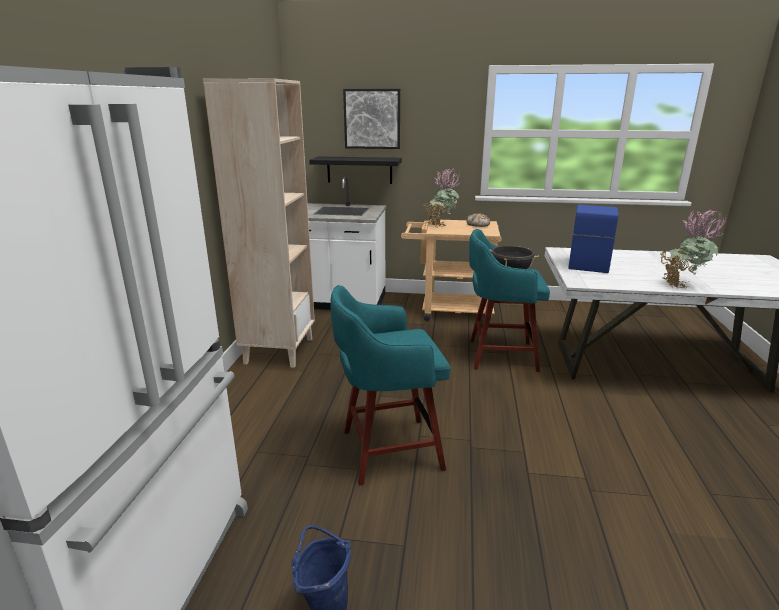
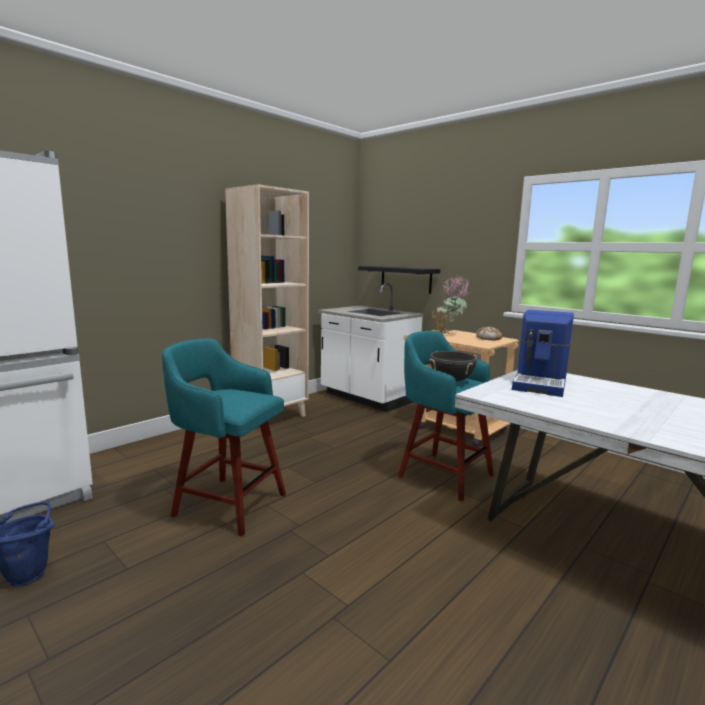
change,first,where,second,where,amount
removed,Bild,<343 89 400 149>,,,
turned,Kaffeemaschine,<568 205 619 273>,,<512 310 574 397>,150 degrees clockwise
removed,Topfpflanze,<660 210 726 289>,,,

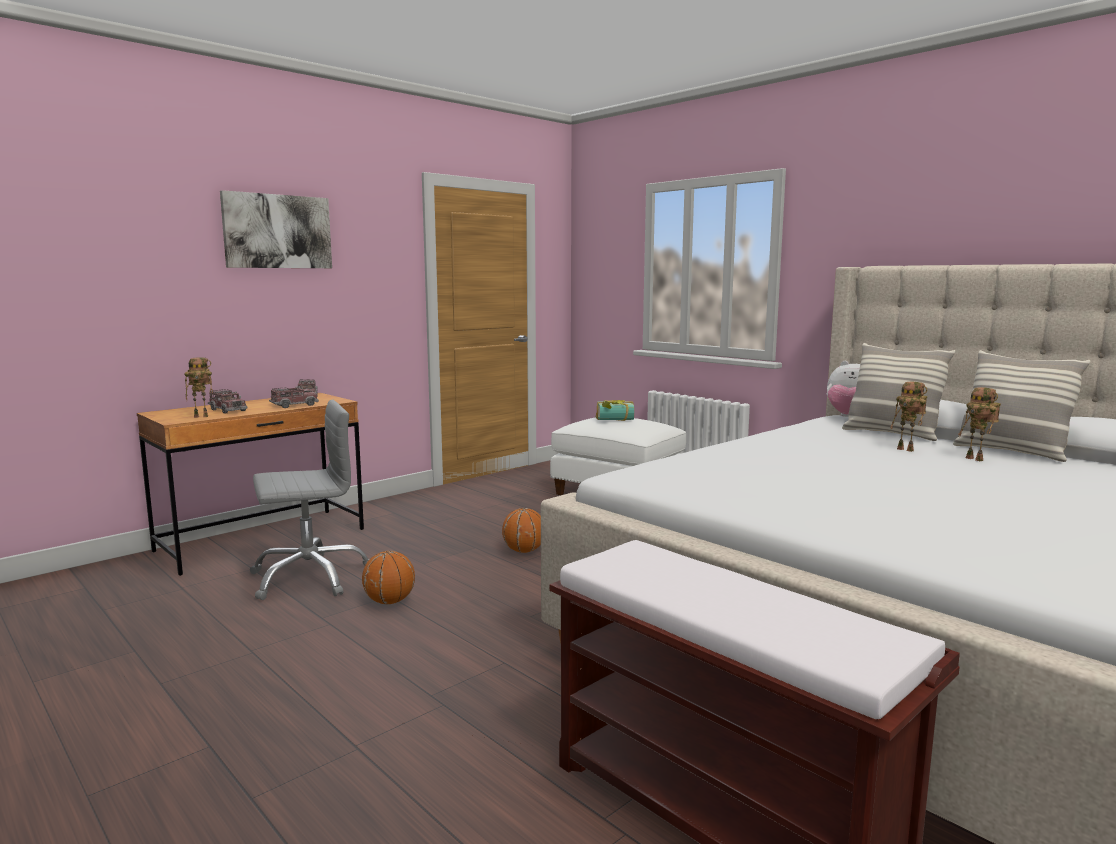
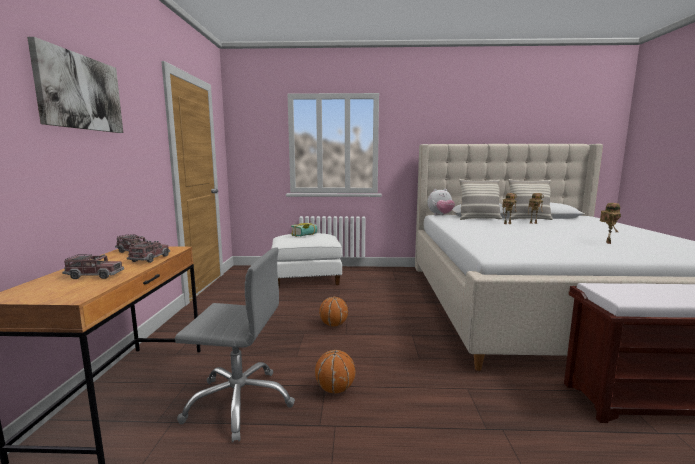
change,first,where,second,where,amount
moved,Spielzeugroboter,<185 357 213 418>,,<600 203 621 244>,
turned,Bürostuhl (grau),<250 400 369 600>,,<175 248 295 443>,75 degrees clockwise

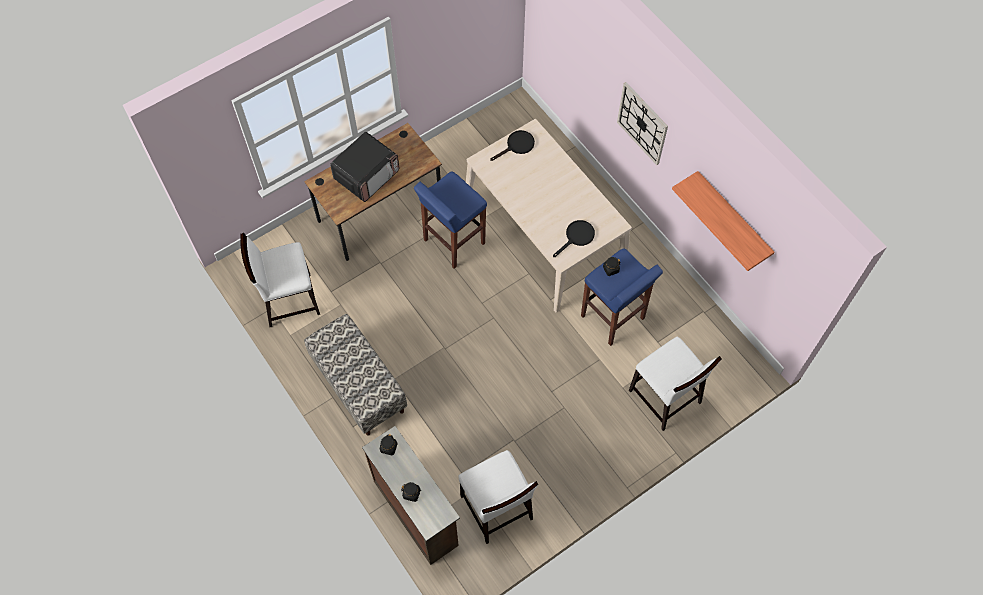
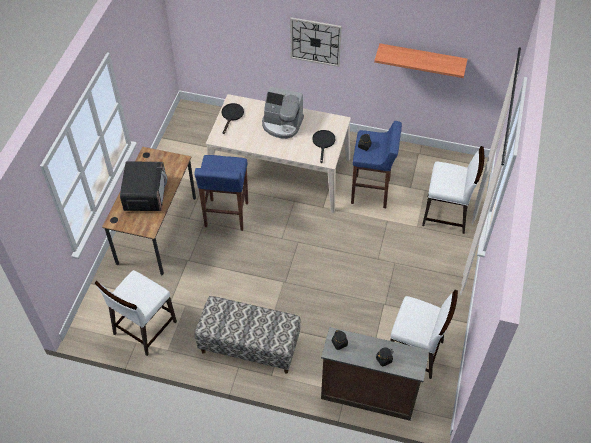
change,first,where,second,where,amount
added,,,Kaffeemaschine,<262 86 304 139>,

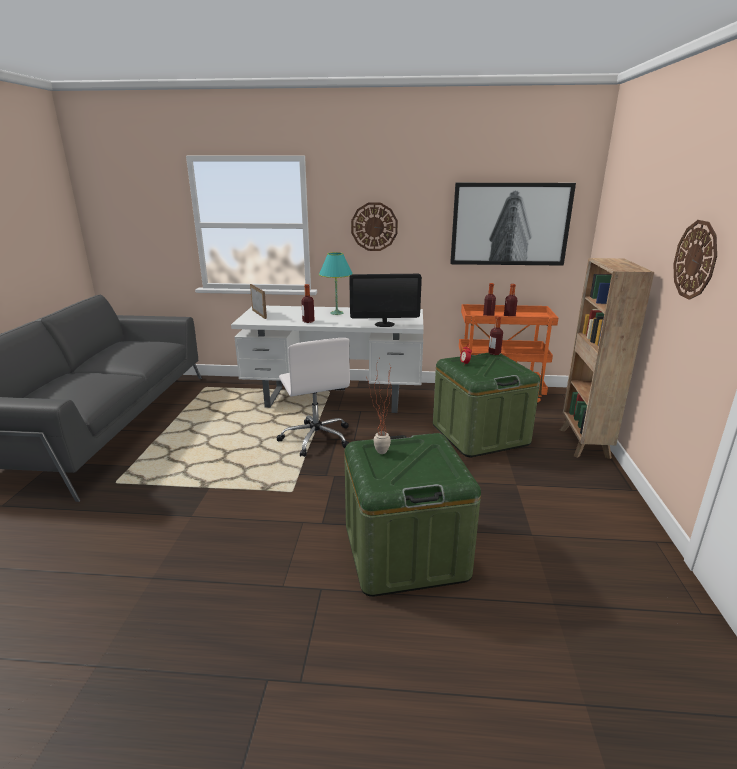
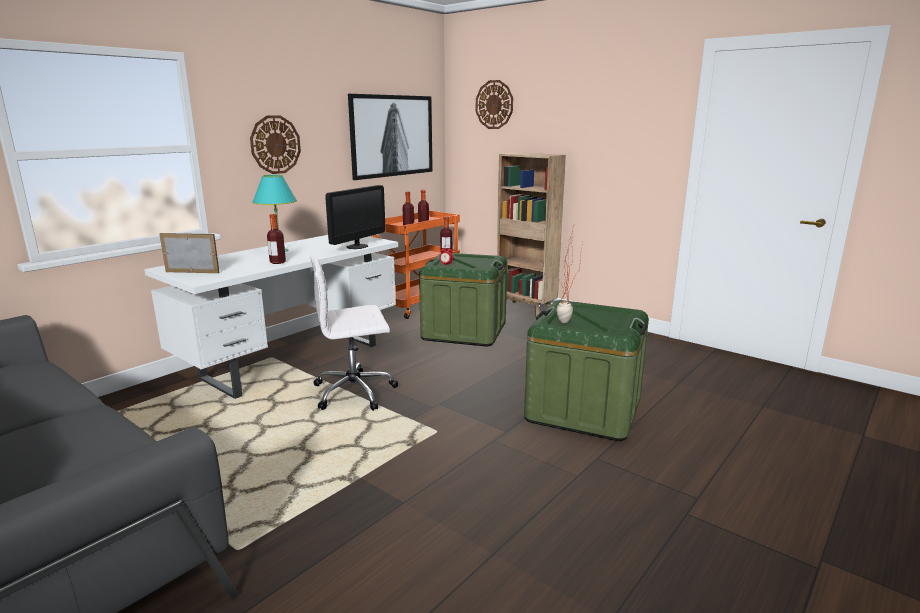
change,first,where,second,where,amount
moved,Wanduhr,<673 220 717 299>,,<476 80 513 129>,
turned,Bürostuhl (weiß),<276 338 350 457>,,<310 256 398 411>,150 degrees clockwise

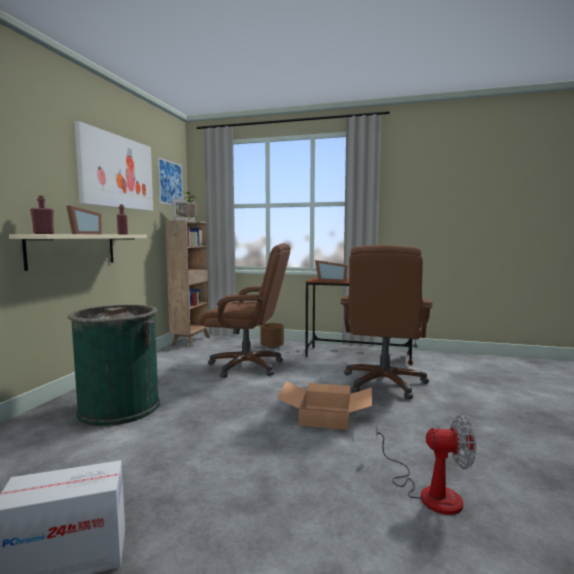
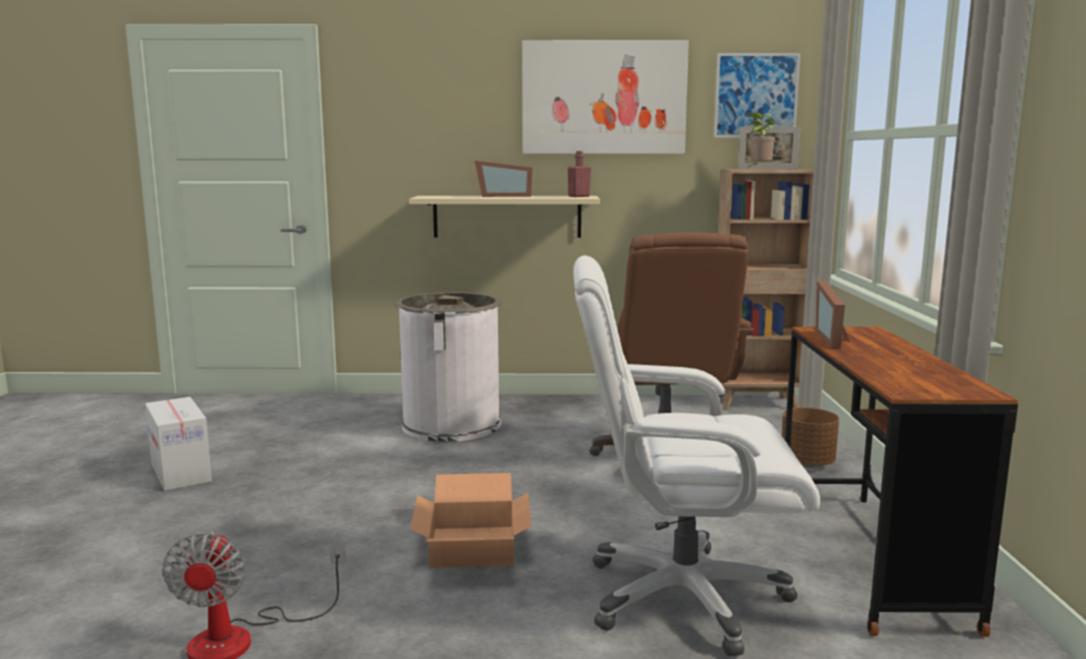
change,first,where,second,where,amount
removed,Flasche (rot),<30 195 54 234>,,,
recoloured,Bürostuhl (braun),<340 245 432 399>,Bürostuhl (weiß),<573 255 820 657>,
recoloured,Mülleimer (grün),<68 305 160 426>,Mülleimer (weiß),<395 292 502 442>,

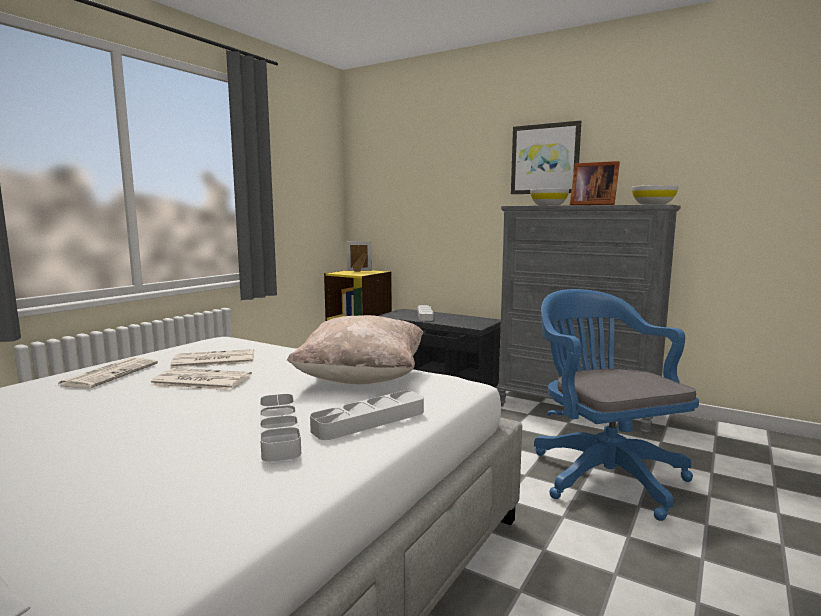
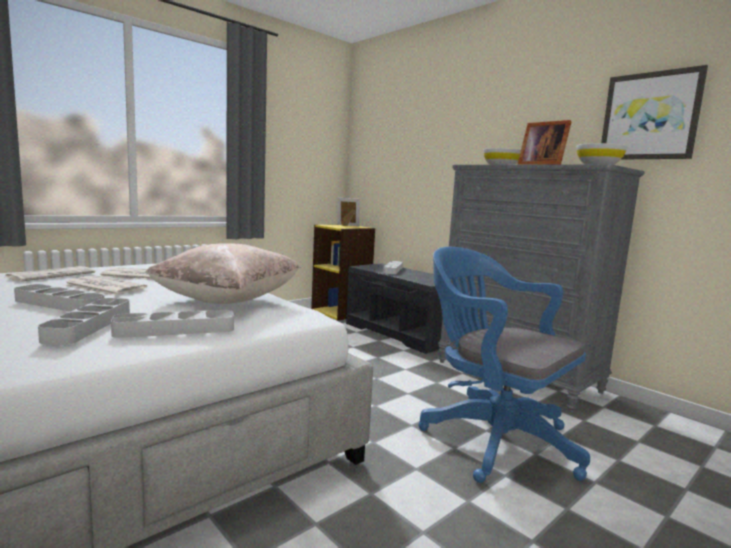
change,first,where,second,where,amount
moved,Bild,<511 120 581 194>,,<601 65 708 159>,
turned,Bürostuhl (blau),<534 289 699 521>,,<418 247 590 483>,45 degrees counterclockwise
added,,,Tablett (grau),<14 284 104 312>,

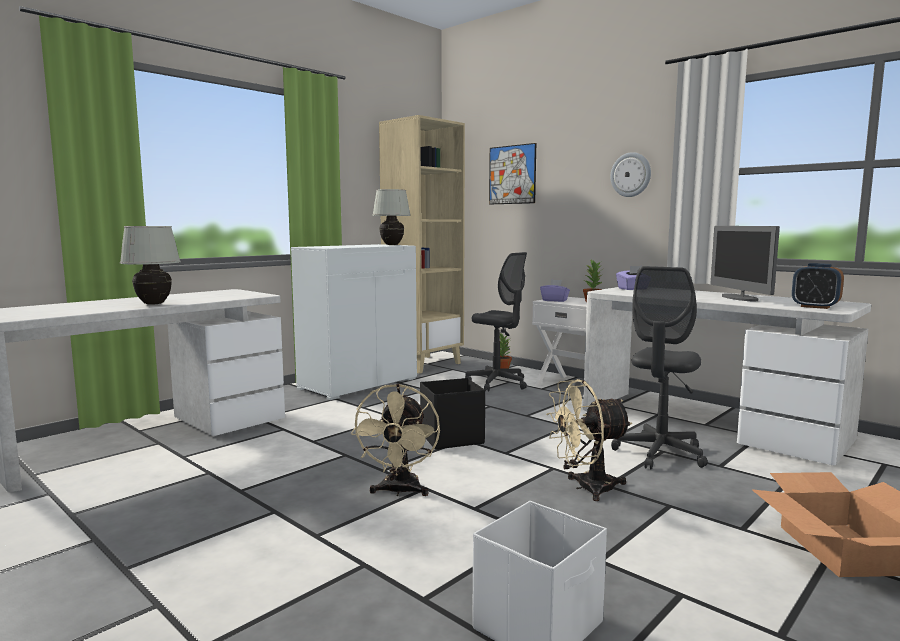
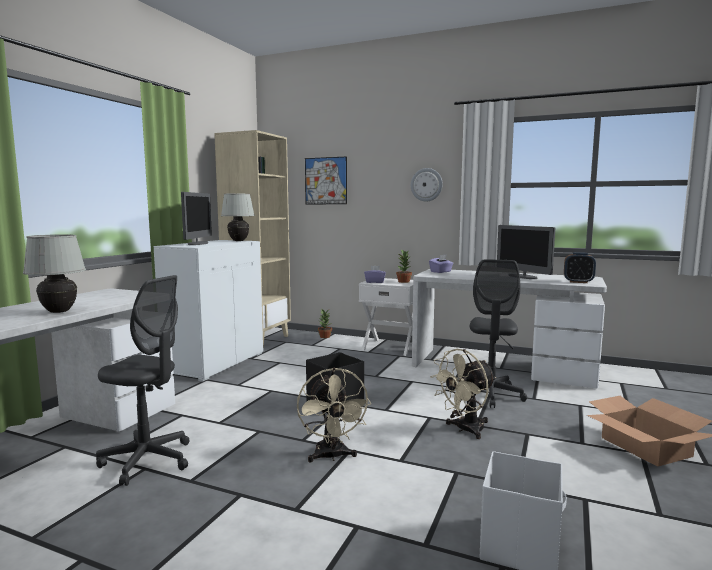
change,first,where,second,where,amount
moved,Bürostuhl (grau),<465 252 527 392>,,<96 275 189 486>,
added,,,Monitor,<181 192 212 245>,

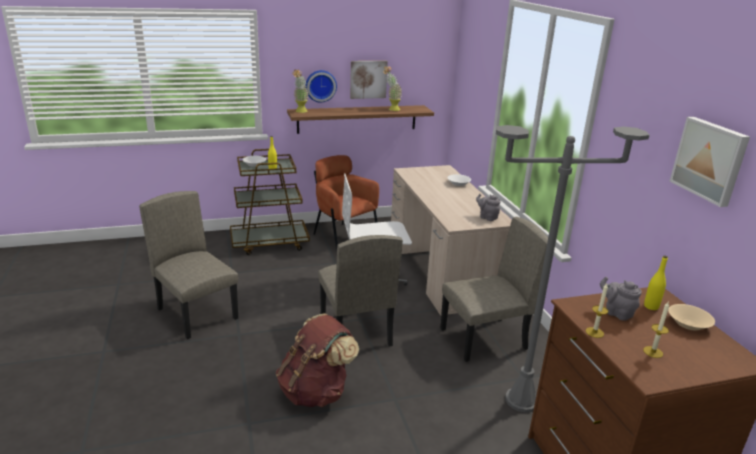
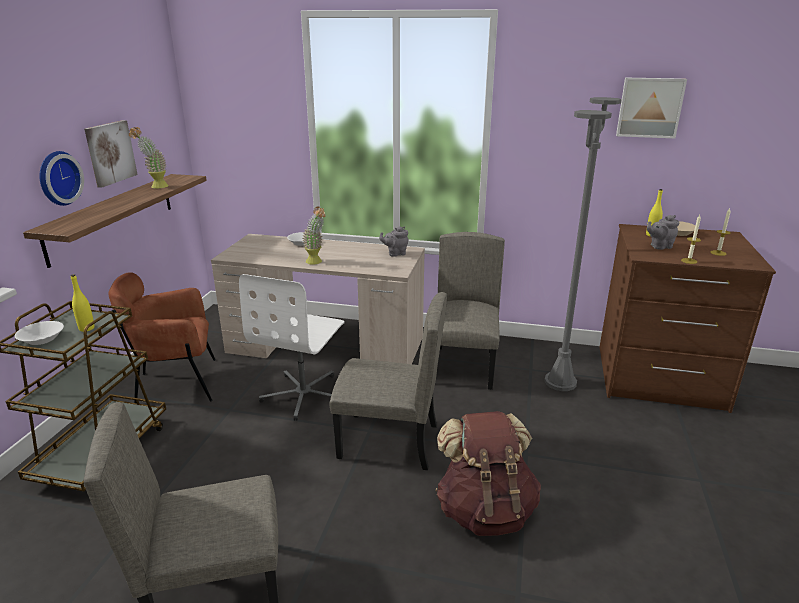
change,first,where,second,where,amount
moved,Topfpflanze,<292 69 309 113>,,<302 206 326 265>,

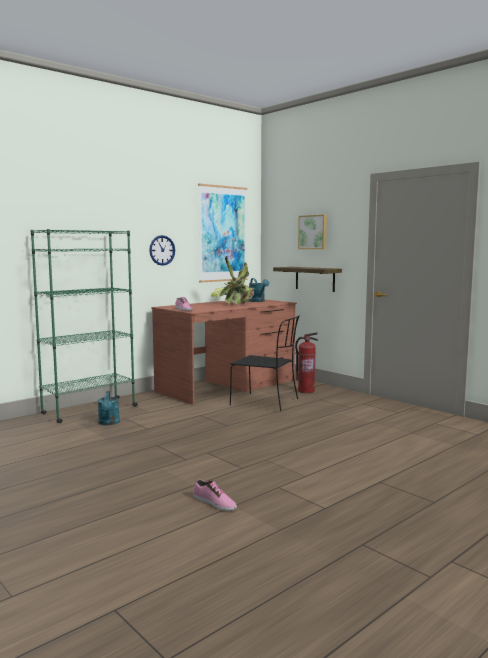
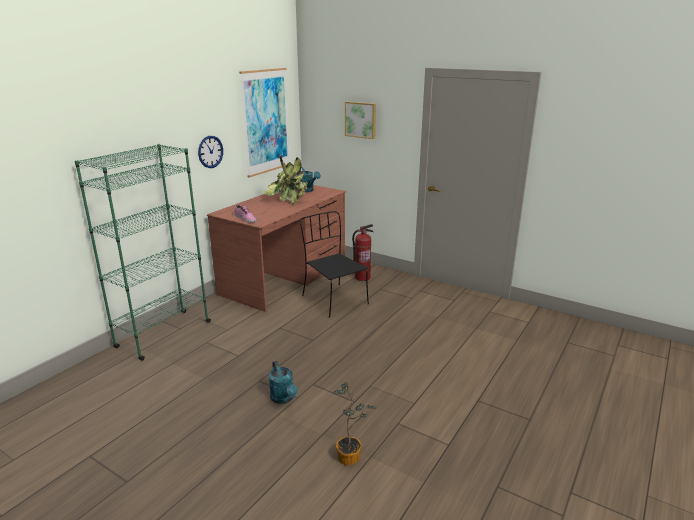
change,first,where,second,where,amount
removed,Wandregal,<273 267 342 292>,,,
turned,Stuhl (schwarz),<230 315 300 411>,,<300 211 369 318>,135 degrees counterclockwise
moved,Gießkanne (türkis),<98 391 120 425>,,<269 361 298 404>,
replaced,Schuh,<193 480 237 511>,Topfpflanze,<333 382 377 465>,

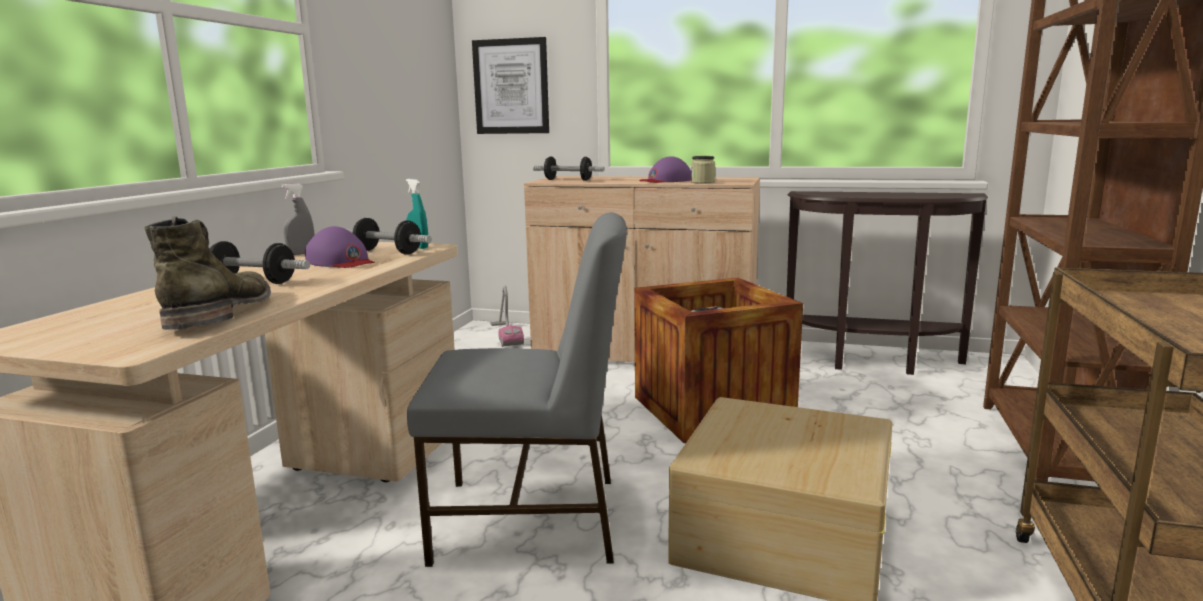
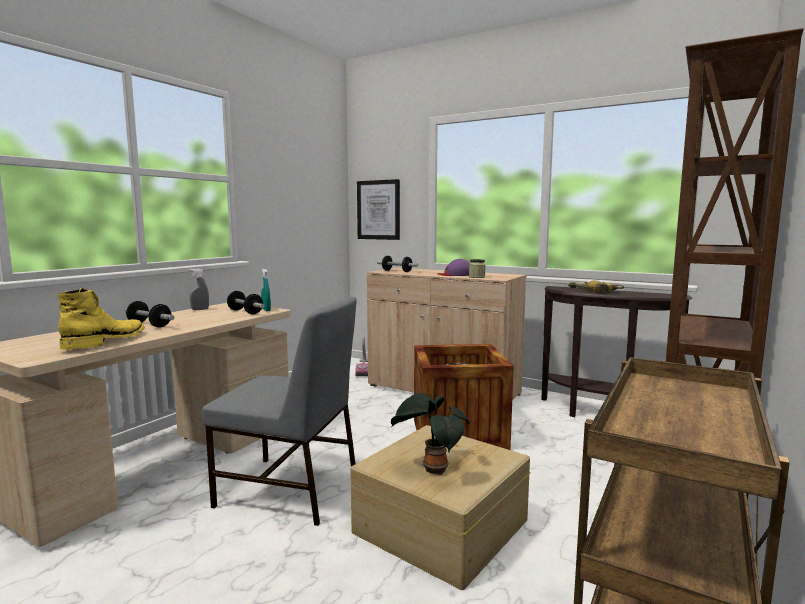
change,first,where,second,where,amount
recoloured,Stiefel (grün),<145 217 271 330>,Stiefel (gelb),<58 288 145 350>,
removed,Kappe (lila),<305 226 375 268>,,,
added,,,Bohrmaschine,<568 281 624 293>,
added,,,Topfpflanze,<391 393 470 475>,

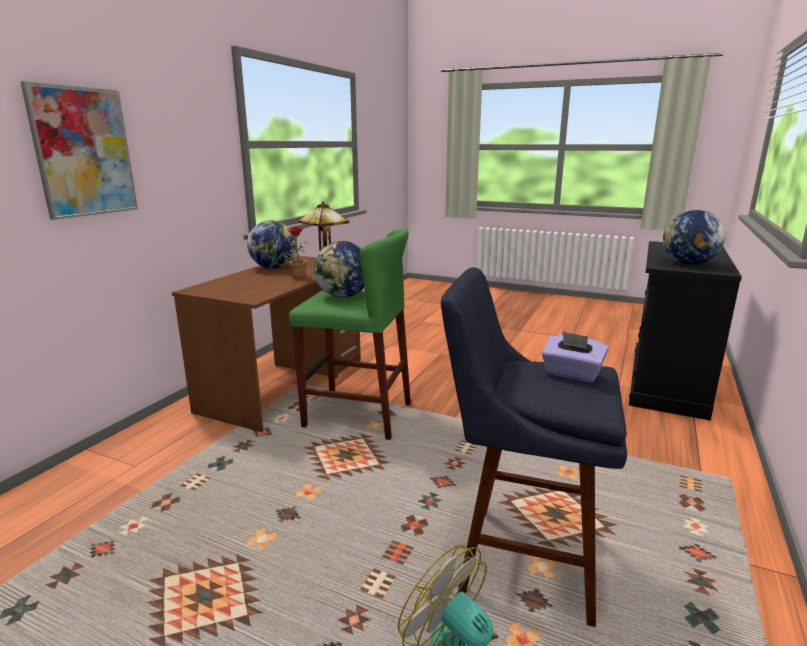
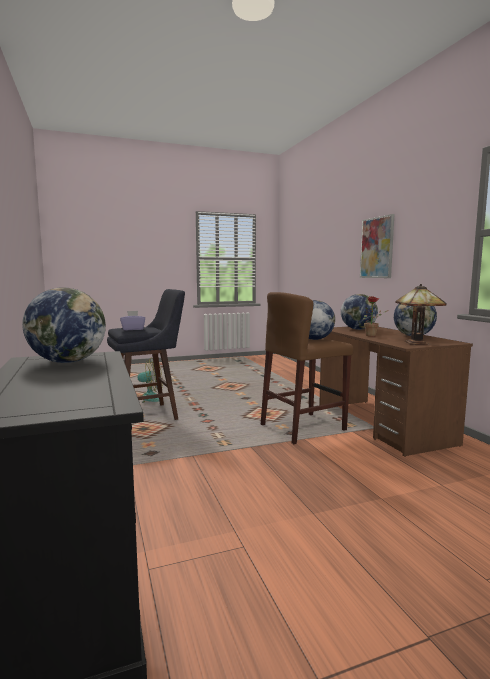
change,first,where,second,where,amount
recoloured,Hocker (grün),<289 229 411 440>,Hocker (braun),<261 292 354 444>,
added,,,Globus,<341 294 378 330>,

